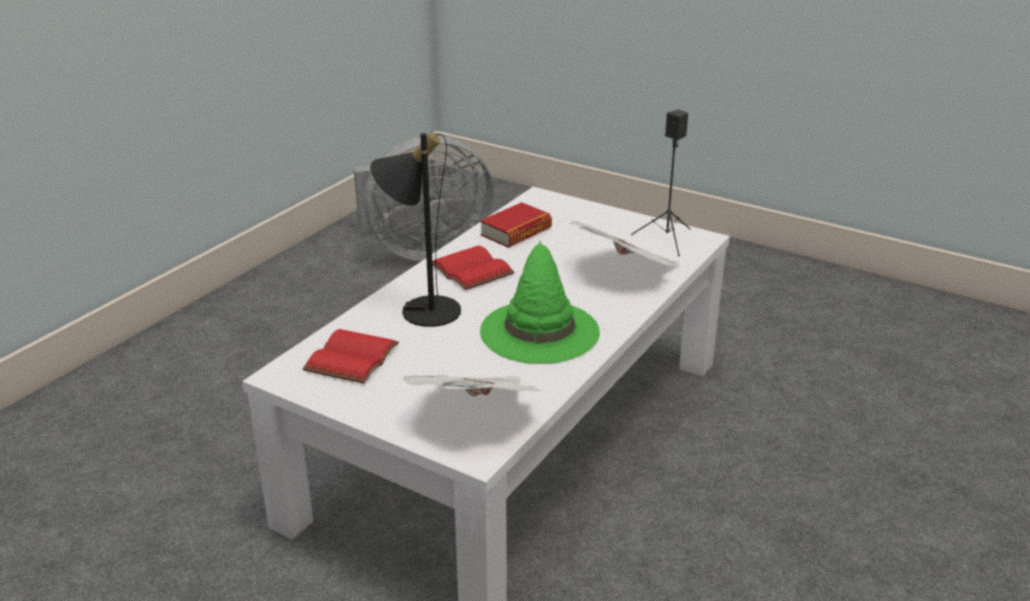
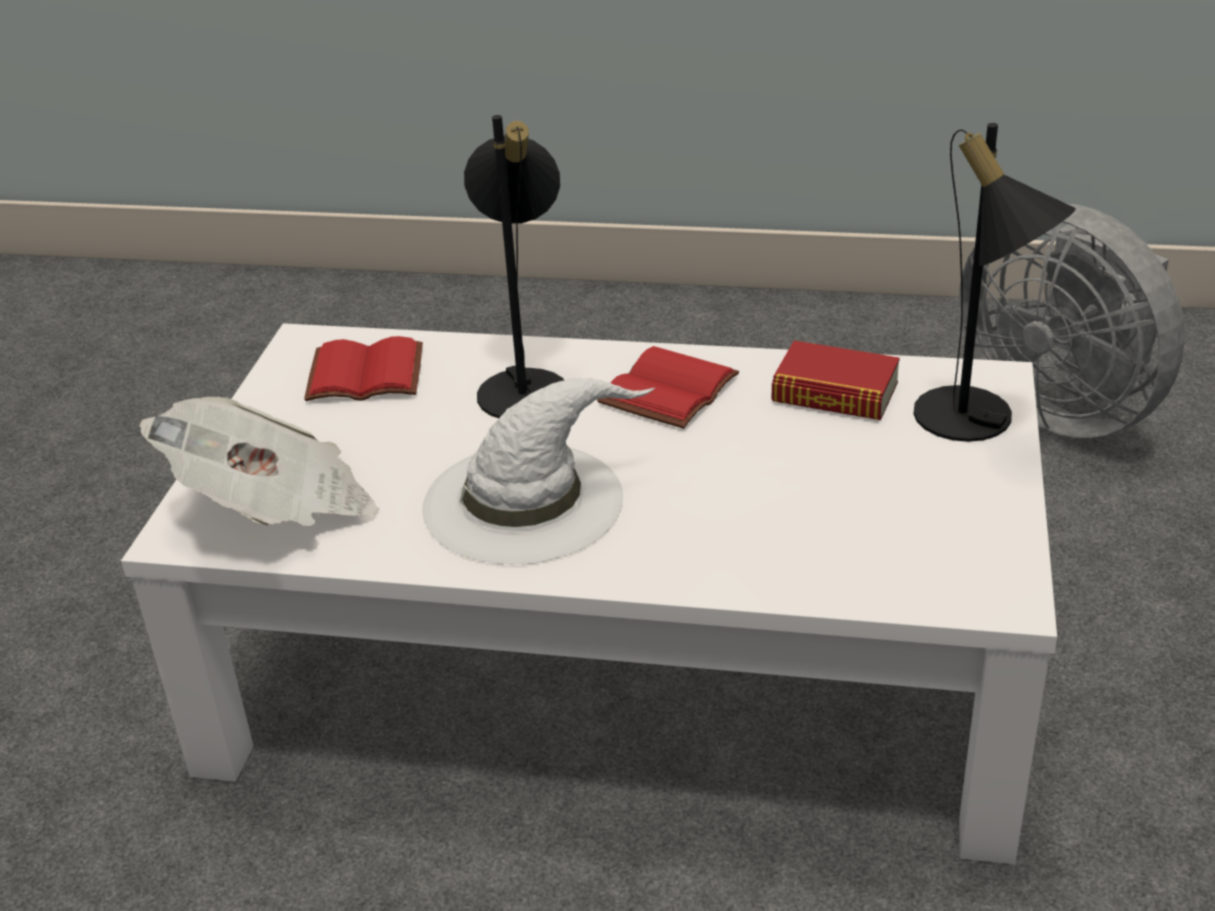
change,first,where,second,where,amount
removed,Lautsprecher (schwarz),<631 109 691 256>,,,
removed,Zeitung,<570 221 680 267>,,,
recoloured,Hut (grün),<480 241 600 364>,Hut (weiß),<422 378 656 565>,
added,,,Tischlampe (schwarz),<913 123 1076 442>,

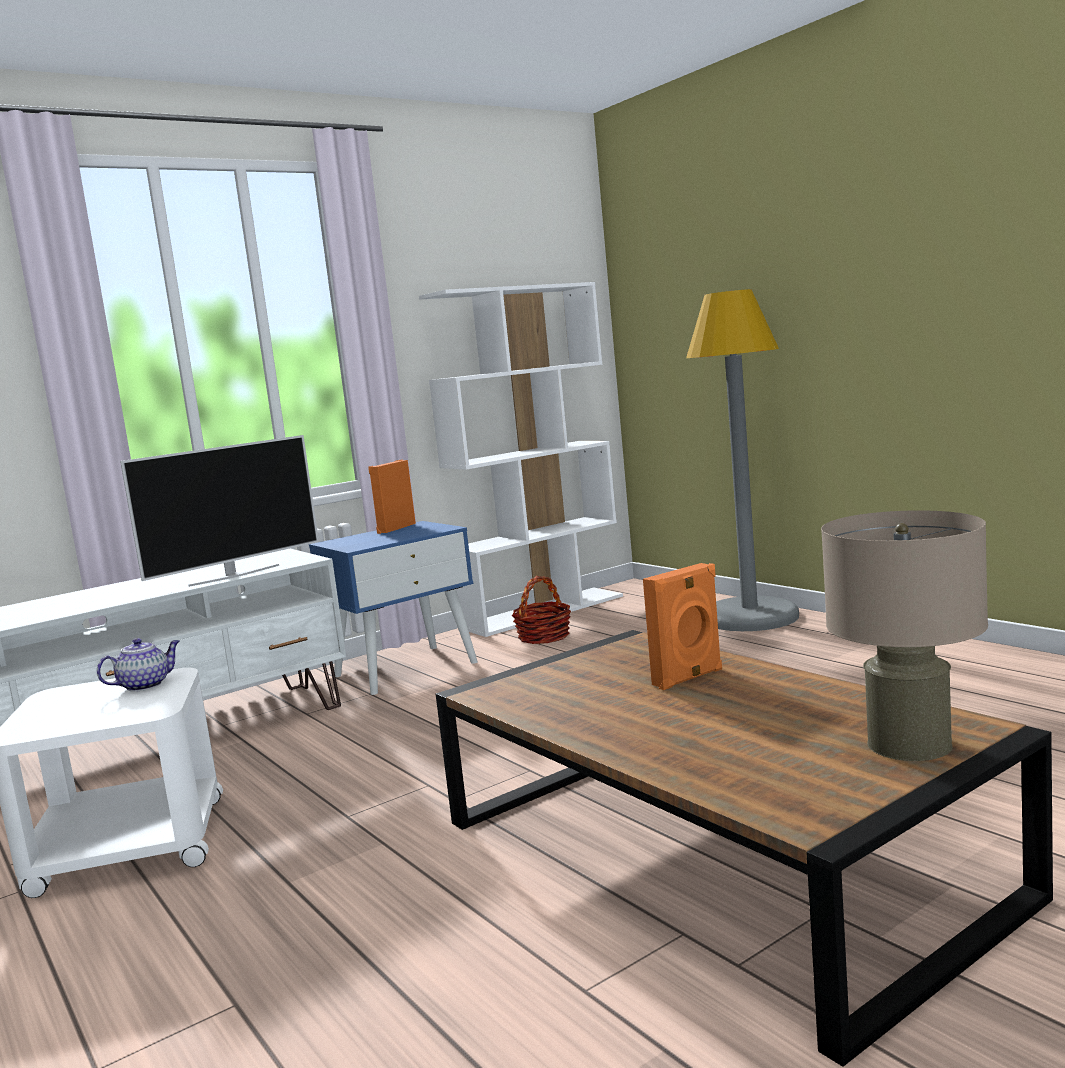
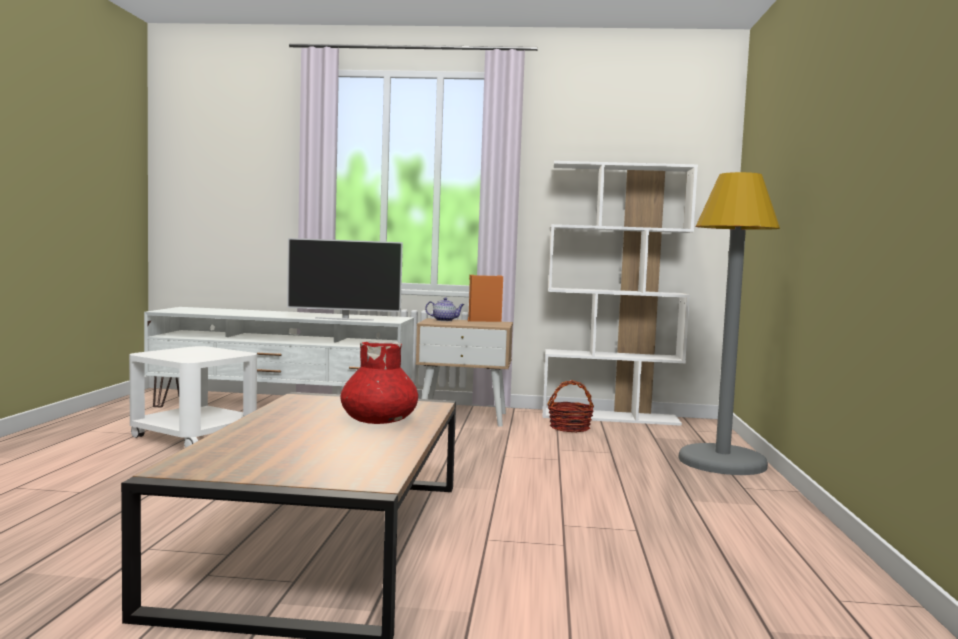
change,first,where,second,where,amount
removed,Tischlampe (beige),<821 510 988 761>,,,
recoloured,Nachttisch (blau),<309 521 478 695>,Nachttisch (beige),<416 318 513 427>,
replaced,Lautsprecher (orange),<643 563 722 690>,Vase (rot),<340 341 418 424>,
moved,Teekanne,<97 638 180 692>,,<425 297 465 321>,

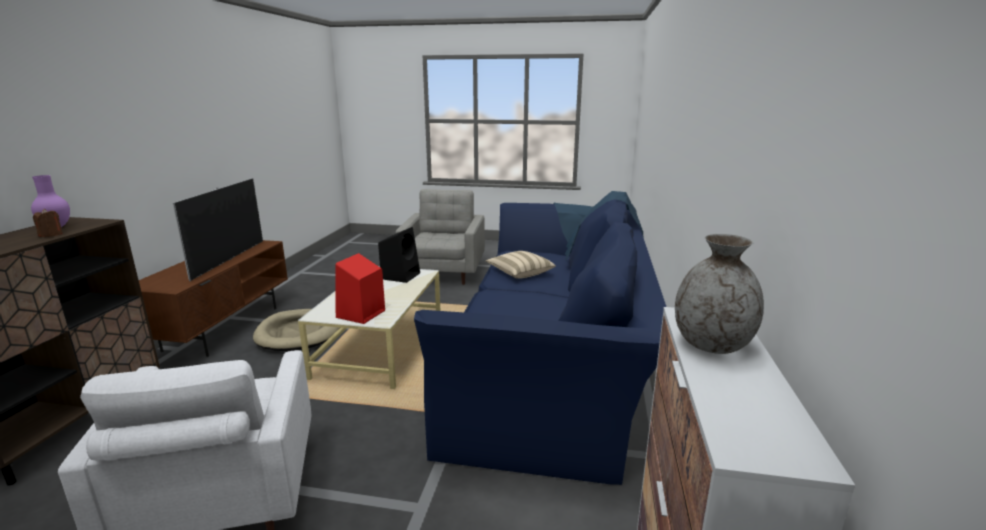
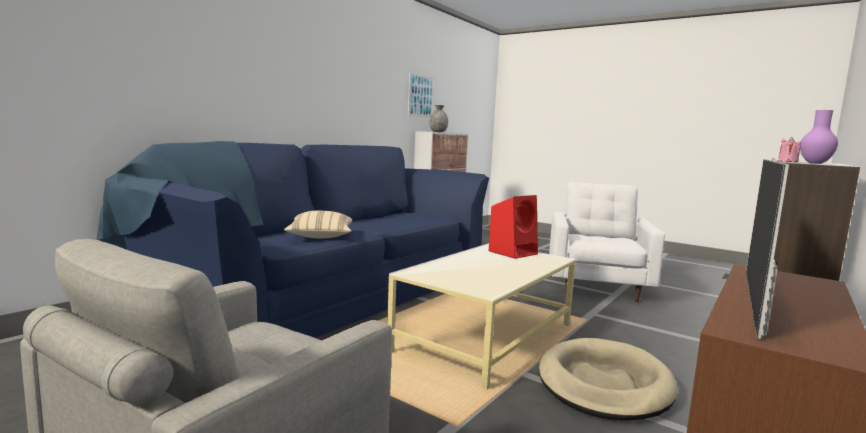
change,first,where,second,where,amount
recoloured,Kerze (braun),<33 209 63 237>,Kerze (rosa),<778 137 801 162>,
removed,Lautsprecher (schwarz),<378 227 420 283>,,,
added,,,Bild,<408 72 435 118>,

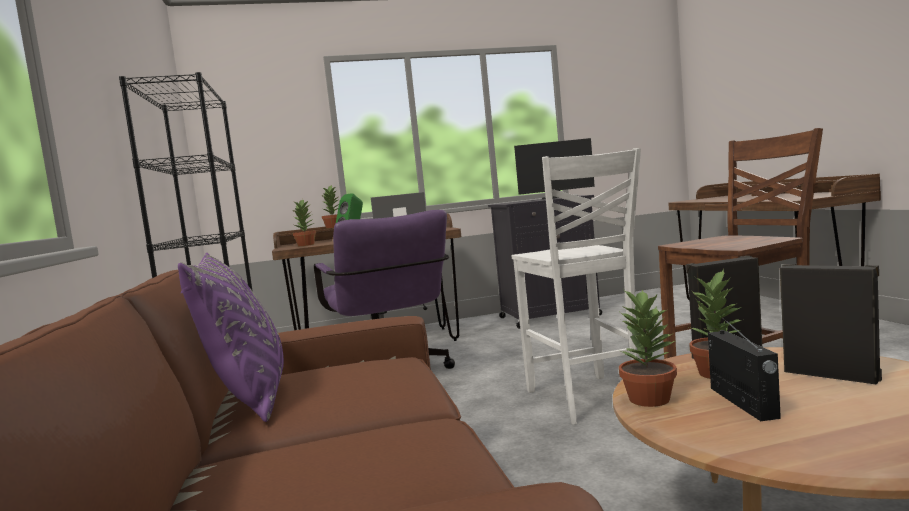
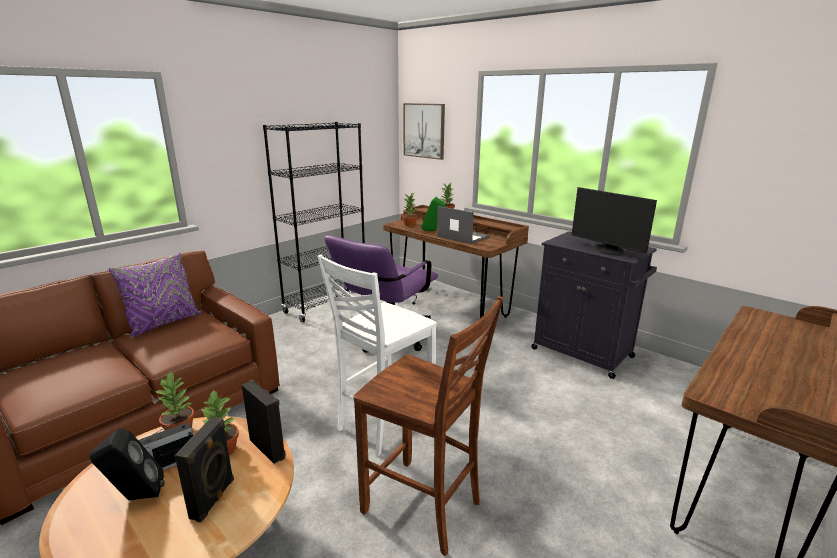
change,first,where,second,where,amount
added,,,Bild,<403 103 445 160>,
added,,,Lautsprecher (schwarz),<89 429 164 500>,

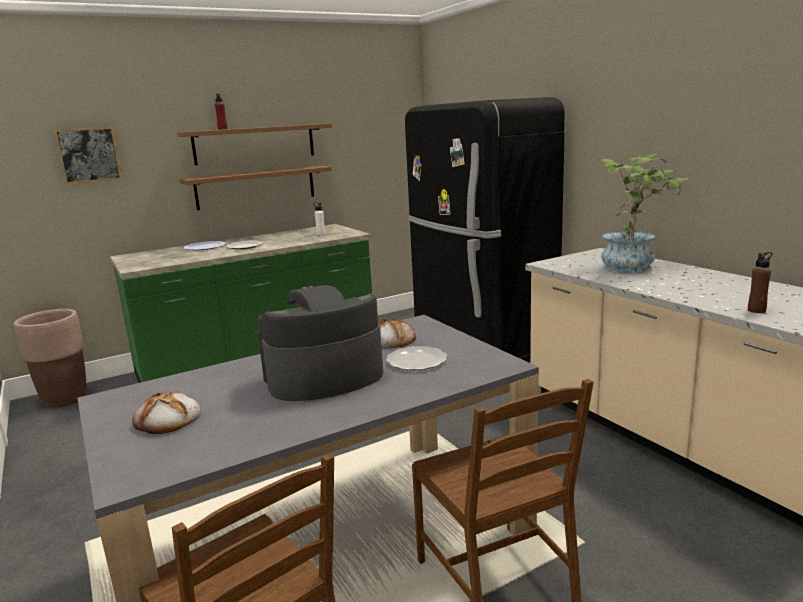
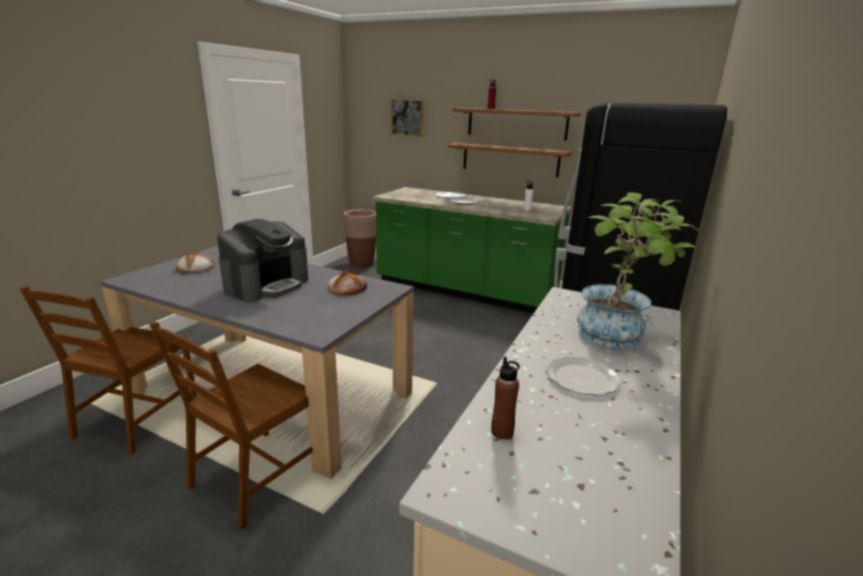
change,first,where,second,where,amount
turned,Kaffeemaschine,<258 285 383 401>,,<217 219 309 302>,90 degrees clockwise
moved,Teller,<386 346 447 370>,,<546 357 621 396>,

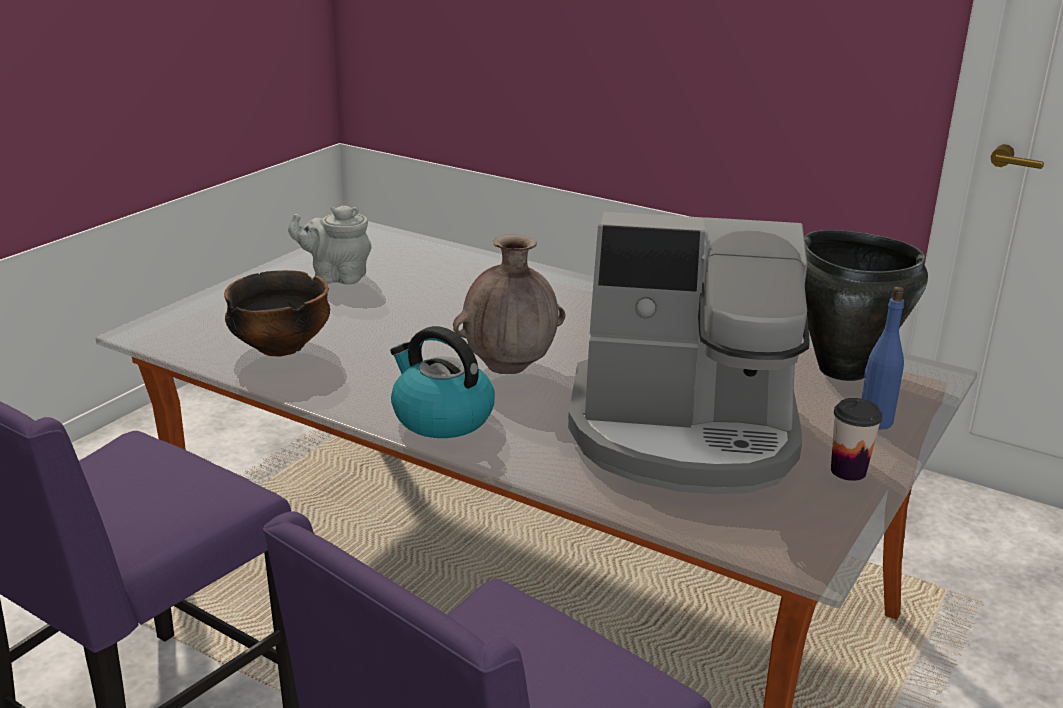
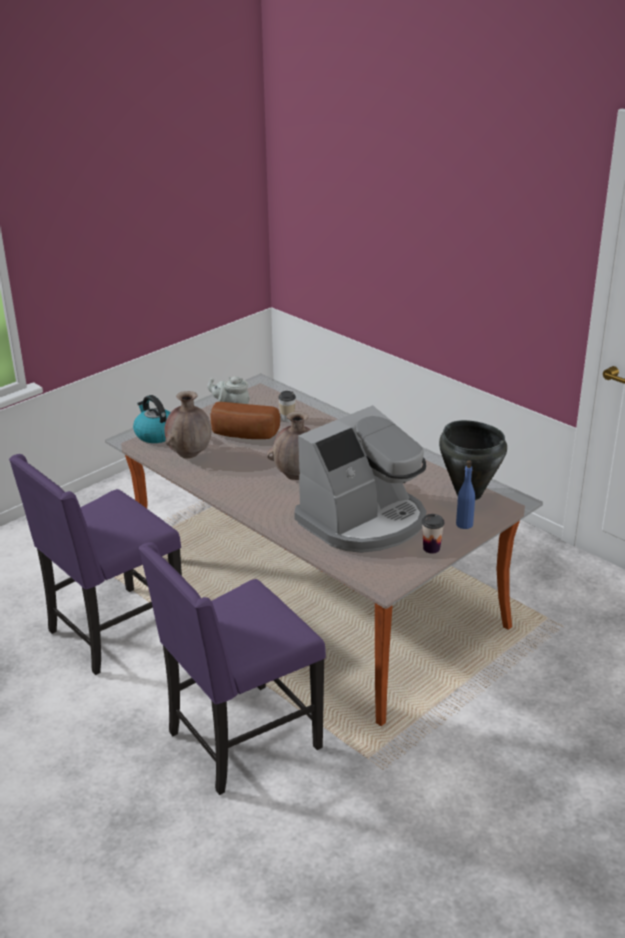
change,first,where,second,where,amount
turned,Kaffeemaschine,<568 212 809 494>,,<294 405 426 553>,60 degrees counterclockwise
replaced,Schüssel,<224 270 330 356>,Vase (braun),<165 391 212 459>,
moved,Wasserkessel,<390 326 495 438>,,<133 395 171 443>,
added,,,Tasse,<278 391 296 422>,
added,,,Brot,<210 402 280 439>,

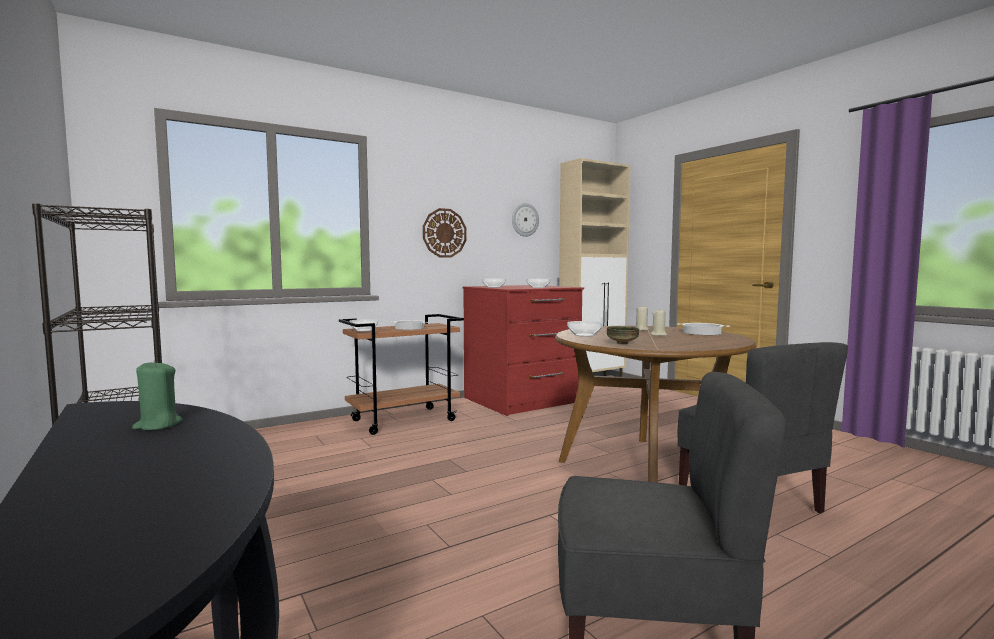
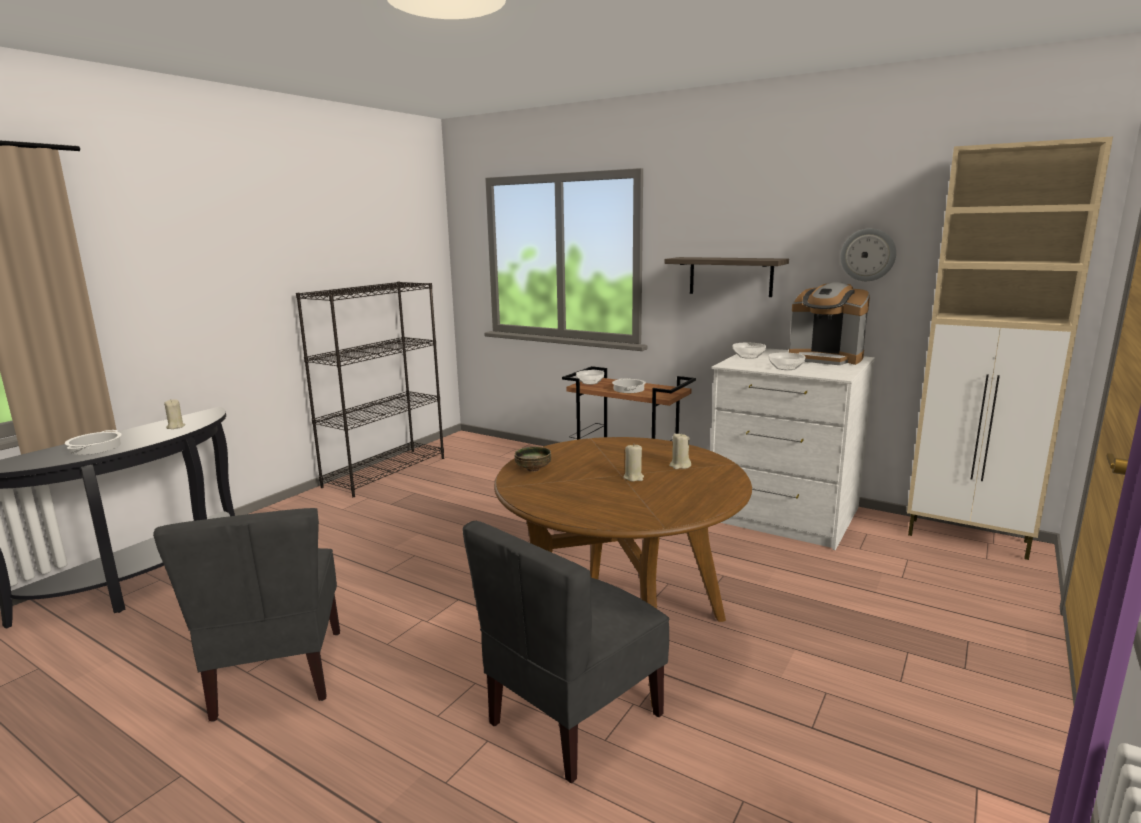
change,first,where,second,where,amount
replaced,Wanduhr,<423 208 466 258>,Wandregal,<664 257 789 297>,
recoloured,Kommode (rot),<463 285 584 416>,Kommode (weiß),<711 348 875 550>,
removed,Schüssel,<567 321 603 337>,,,
moved,Kochtopf,<678 323 730 335>,,<65 430 122 455>,
recoloured,Kerze (grün),<132 360 183 430>,Kerze (beige),<164 399 185 429>,
added,,,Kaffeemaschine,<789 282 870 365>,

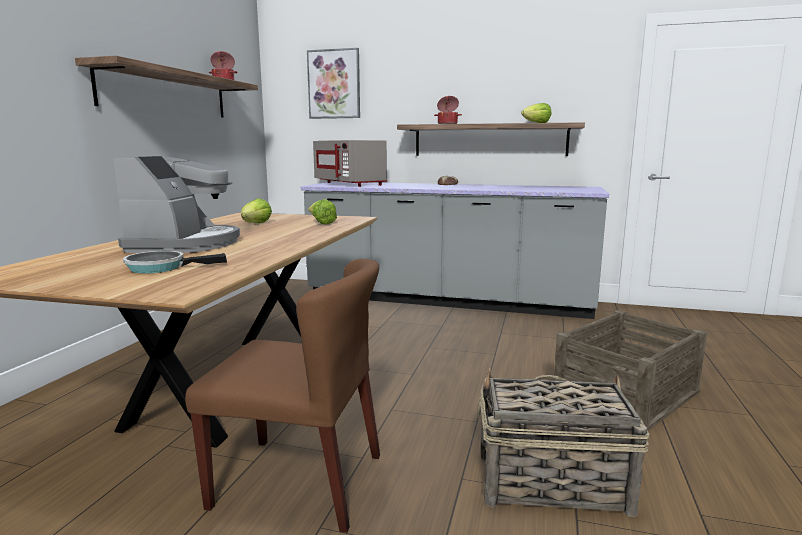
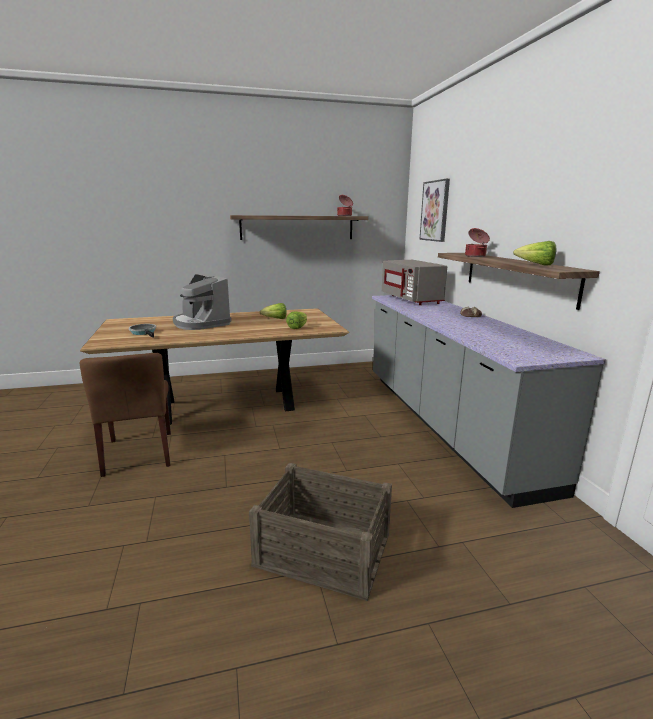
change,first,where,second,where,amount
turned,Mikrowelle (grau),<313 140 387 187>,,<382 260 447 305>,45 degrees counterclockwise
turned,Kaffeemaschine,<113 156 240 253>,,<173 274 232 330>,75 degrees clockwise
removed,Korb,<477 368 650 517>,,,

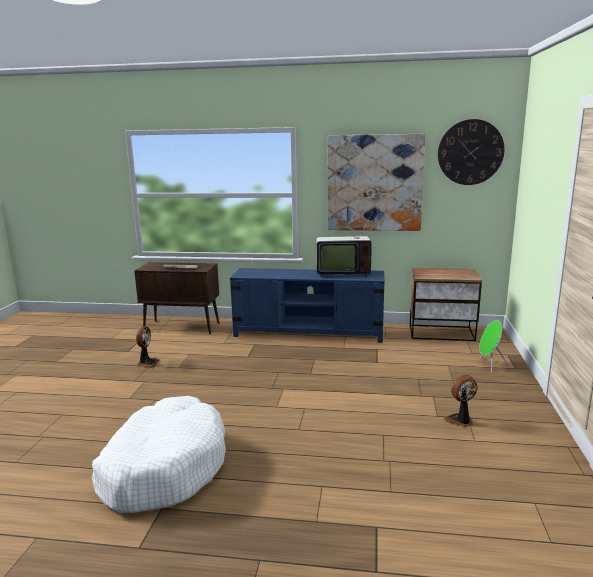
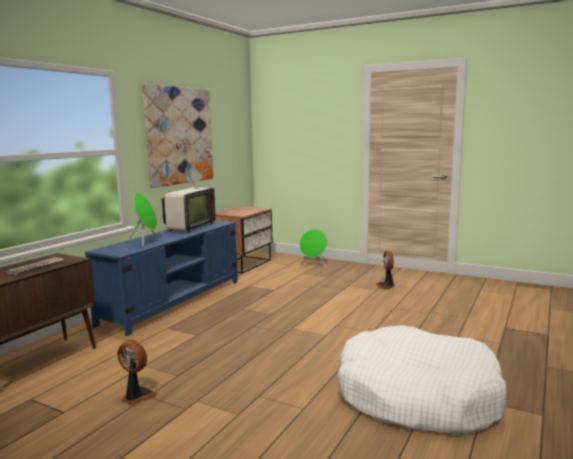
change,first,where,second,where,amount
removed,Wanduhr,<438 119 504 185>,,,
added,,,Lautsprecher (grün),<127 193 157 247>,

